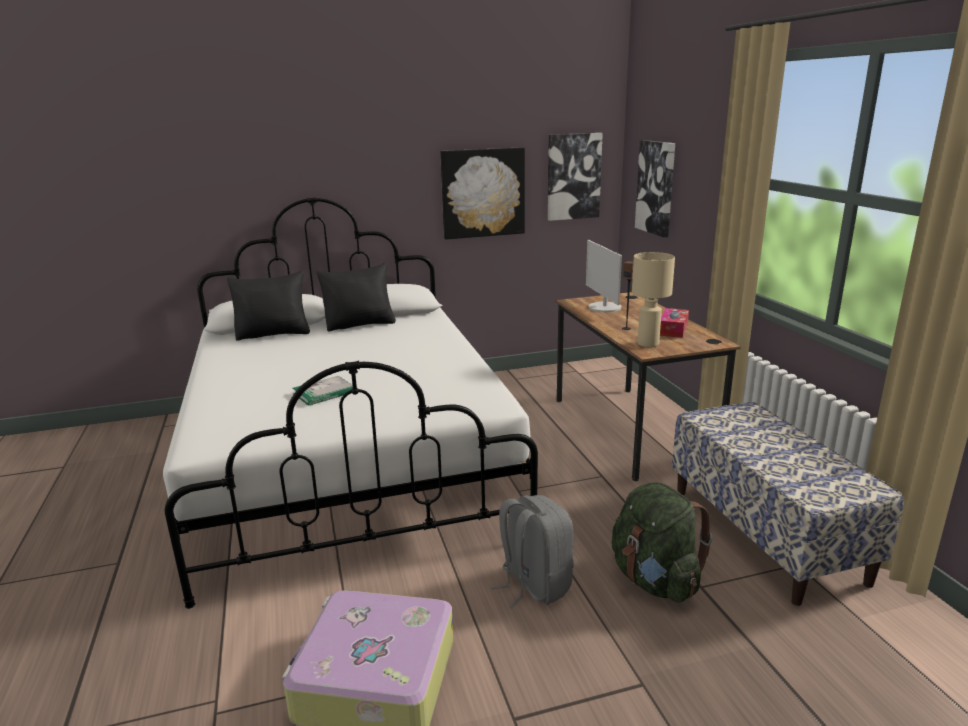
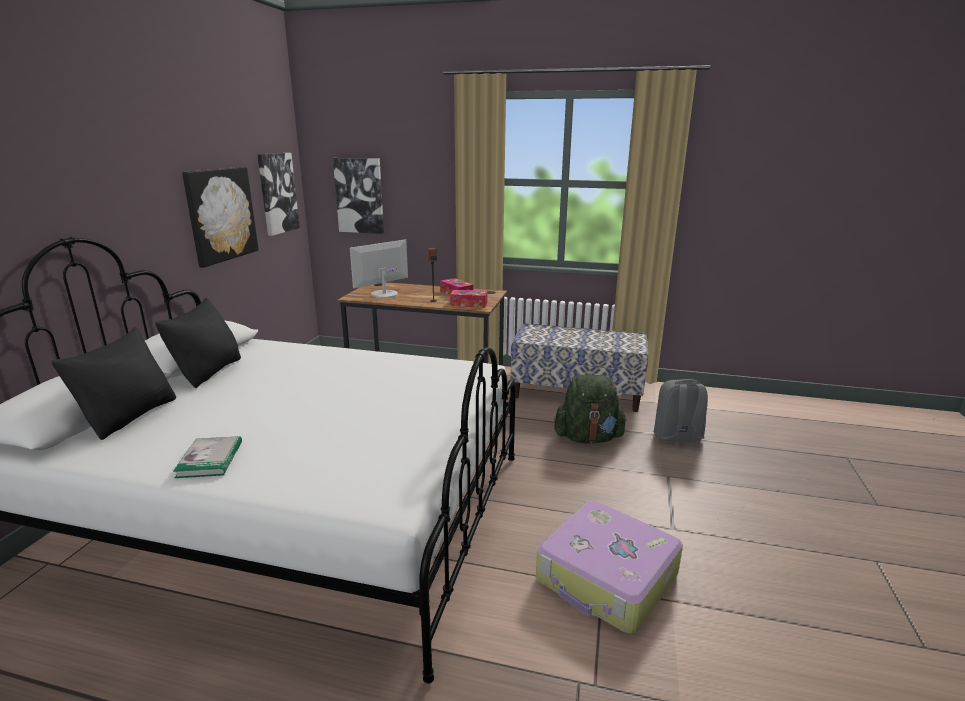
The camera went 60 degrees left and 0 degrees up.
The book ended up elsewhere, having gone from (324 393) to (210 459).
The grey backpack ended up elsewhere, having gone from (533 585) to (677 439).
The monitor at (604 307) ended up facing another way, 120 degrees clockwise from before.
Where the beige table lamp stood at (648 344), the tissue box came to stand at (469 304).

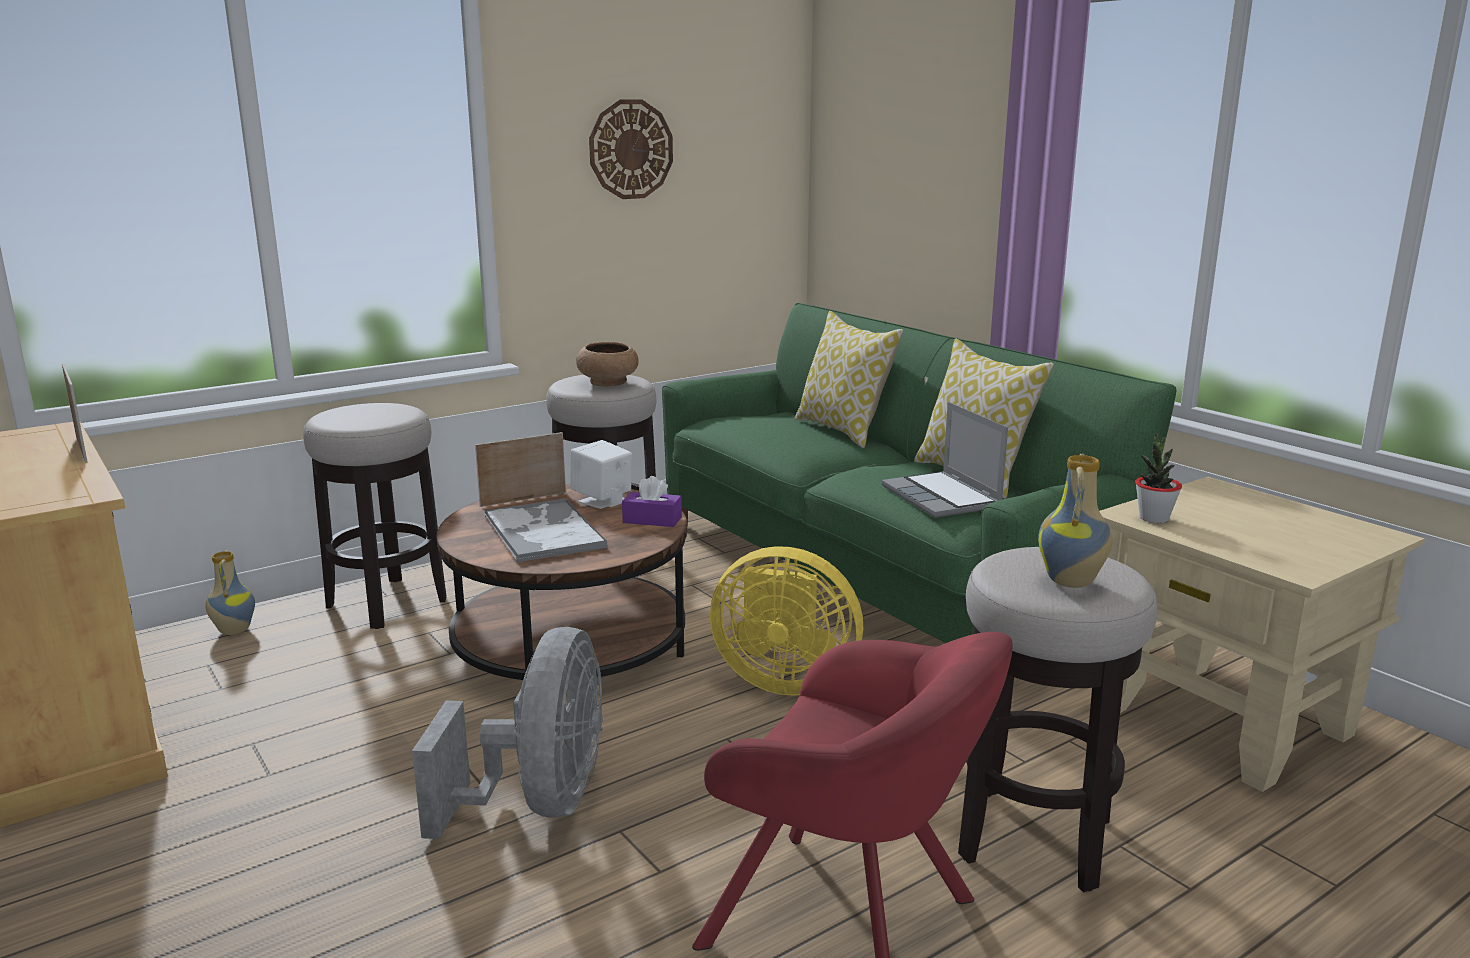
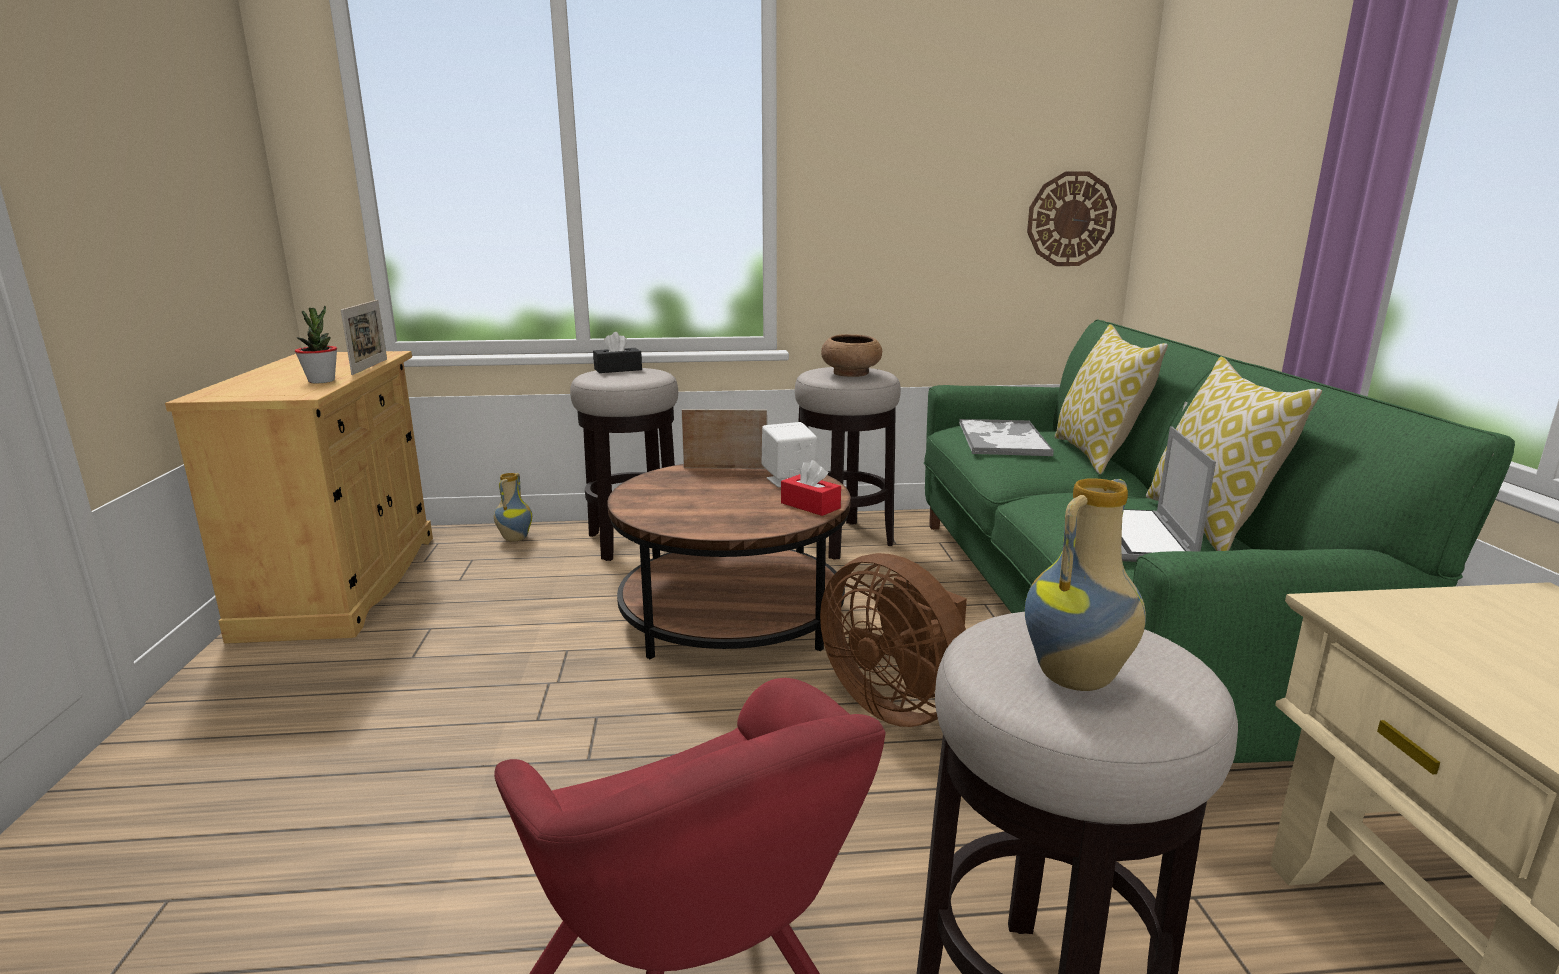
The camera went 30 degrees right and 0 degrees up.
The second view lost the grey fan at (540 802).
The tray ended up elsewhere, having gone from (543 531) to (1002 439).
The wall clock ended up elsewhere, having gone from (630 149) to (1071 219).
What was the purple tissue box at (652 520) turned into the red tissue box at (810 505).
What was the yellow fan at (784 680) turned into the brown fan at (897 703).
The potted plant ended up elsewhere, having gone from (1153 518) to (322 381).
The second view gained the black tissue box at (618 369).

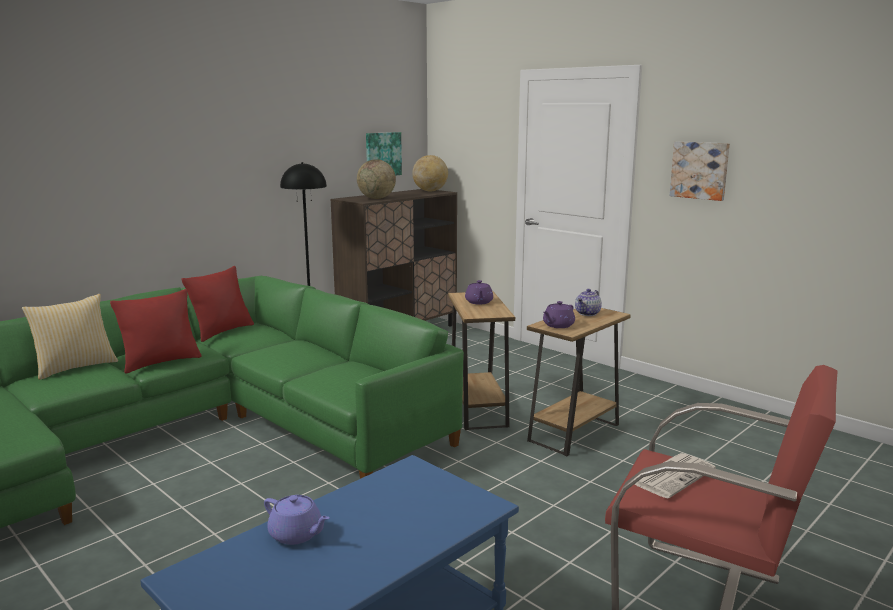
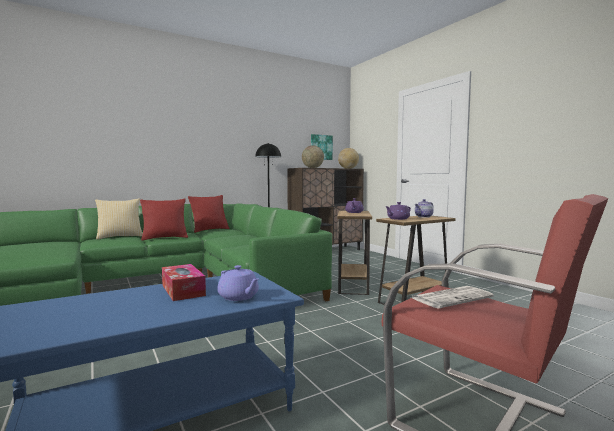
The camera went 15 degrees right and 10 degrees down.
The purple teapot ended up elsewhere, having gone from (297 534) to (239 297).
The second view lost the picture at (700 170).
The second view gained the tissue box at (183 290).

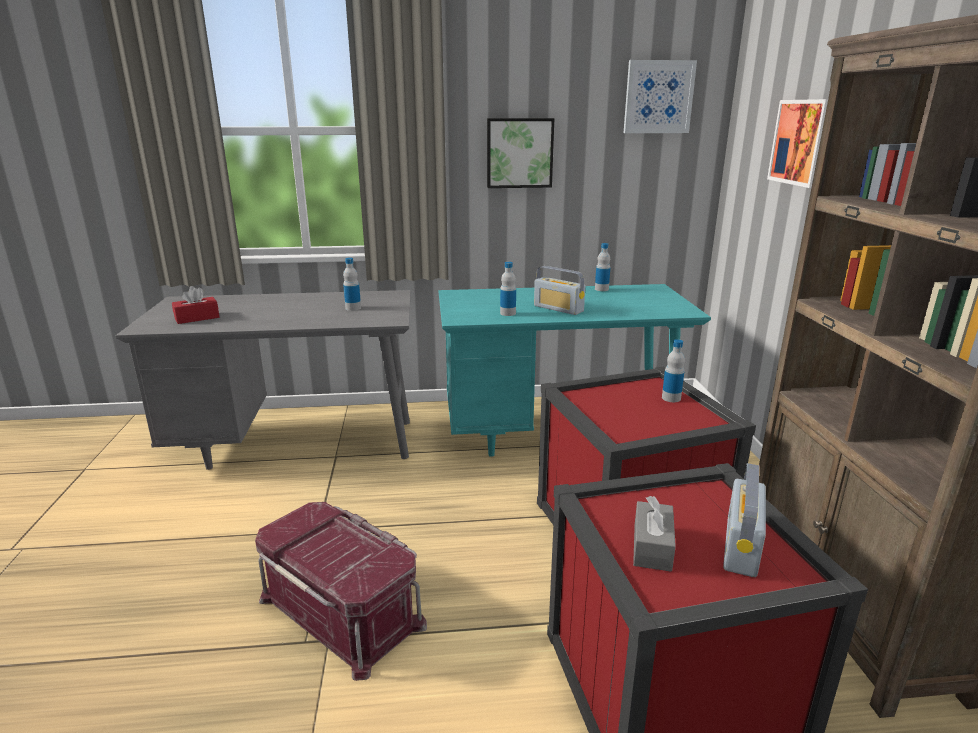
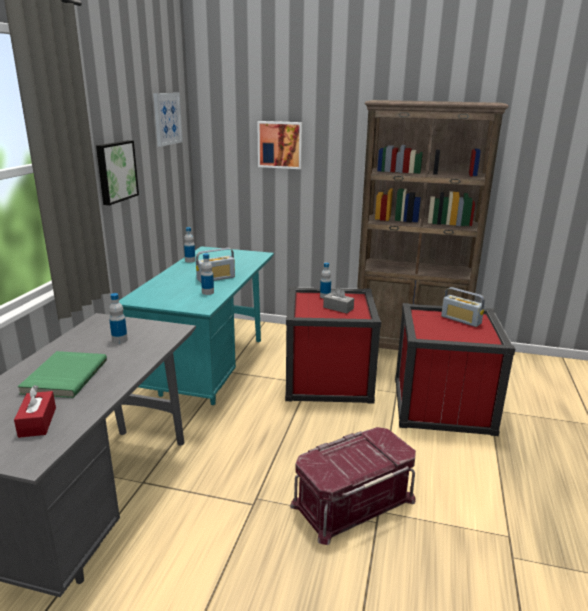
The camera went 70 degrees left and 0 degrees up.
The grey tissue box ended up elsewhere, having gone from (652 547) to (338 308).
The second view gained the green book at (64 376).

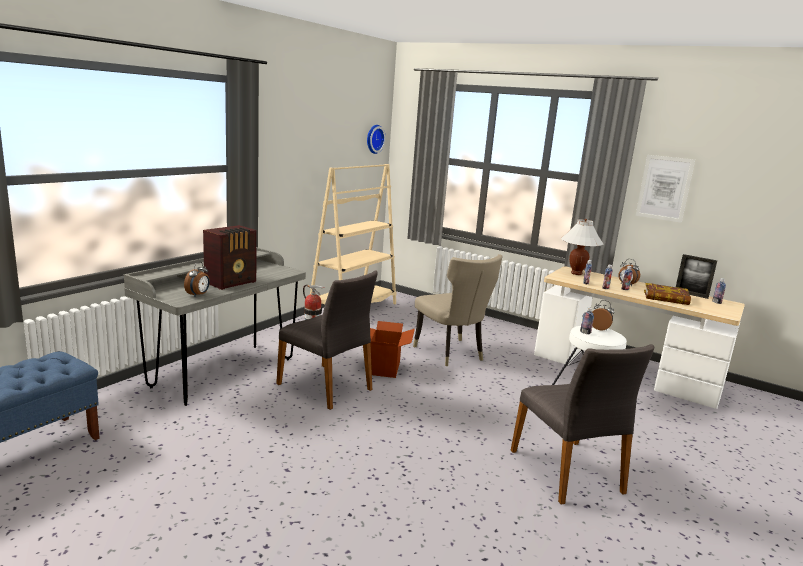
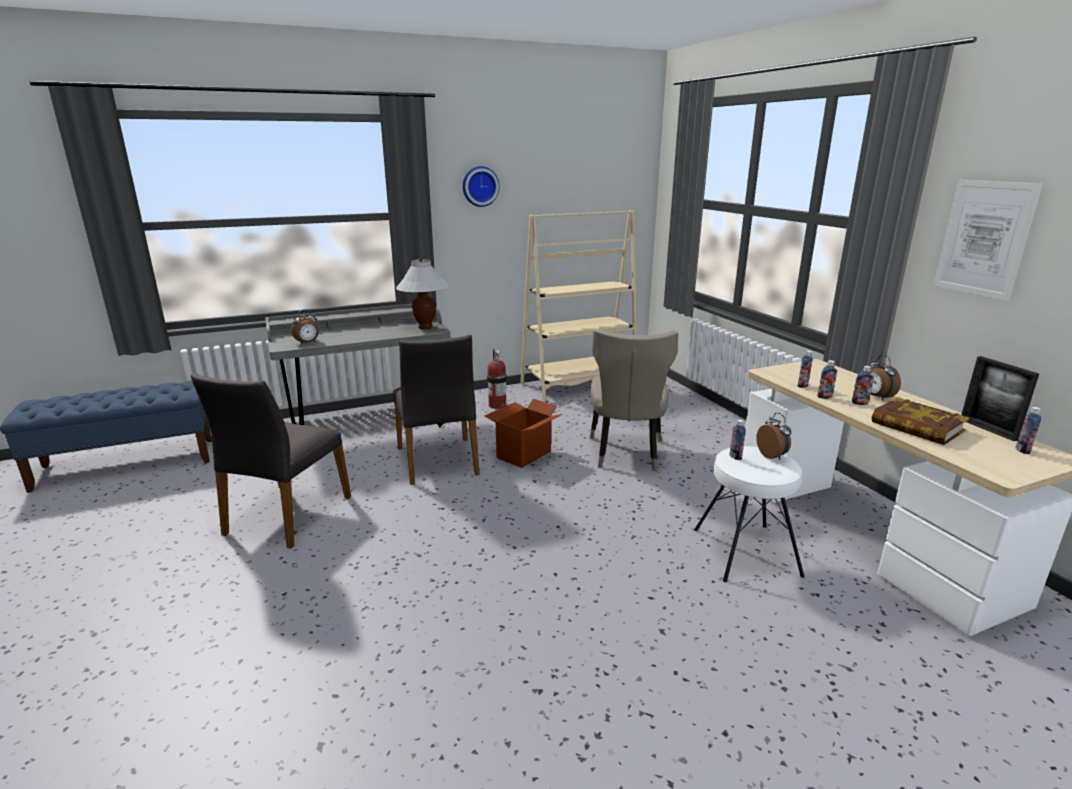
The camera went 35 degrees right and 5 degrees up.
The second view lost the radio at (232 282).
The wall clock ended up elsewhere, having gone from (374 139) to (480 186).
The grey chair ended up elsewhere, having gone from (568 471) to (286 515).
The white table lamp ended up elsewhere, having gone from (576 273) to (425 327).

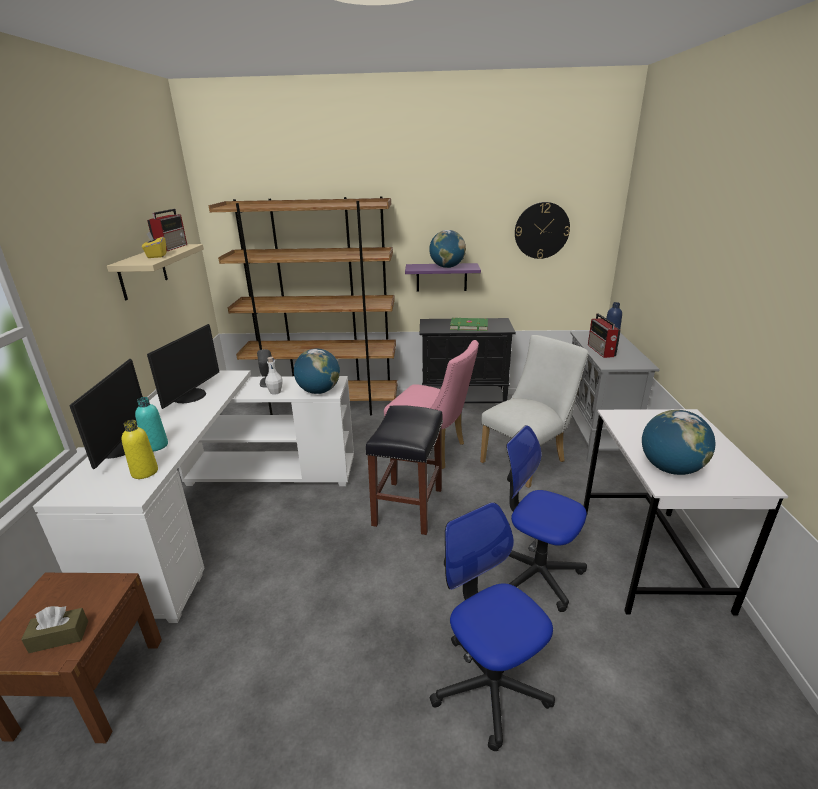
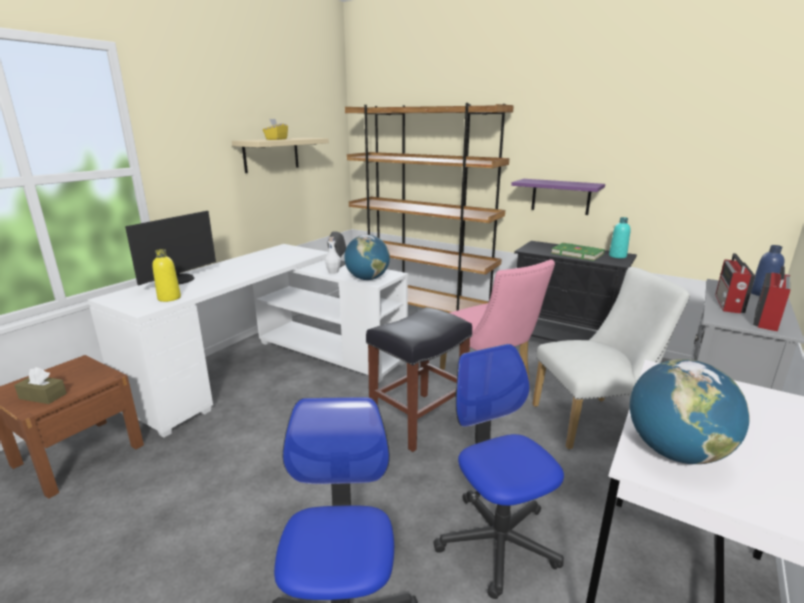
The camera went 30 degrees right and 5 degrees down.
The turquoise bottle ended up elsewhere, having gone from (156 446) to (617 256).
The radio ended up elsewhere, having gone from (172 247) to (767 319).
The second view lost the monitor at (191 396).
The second view lost the globe at (447 267).
The second view lost the wall clock at (541 230).

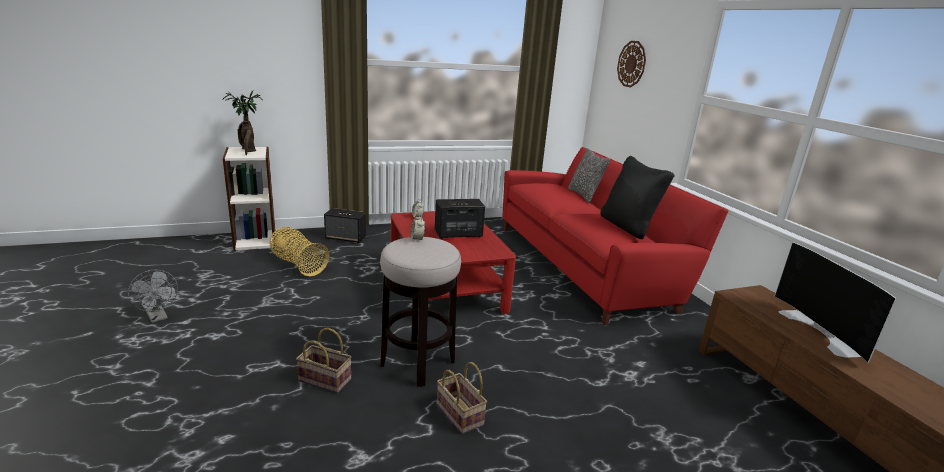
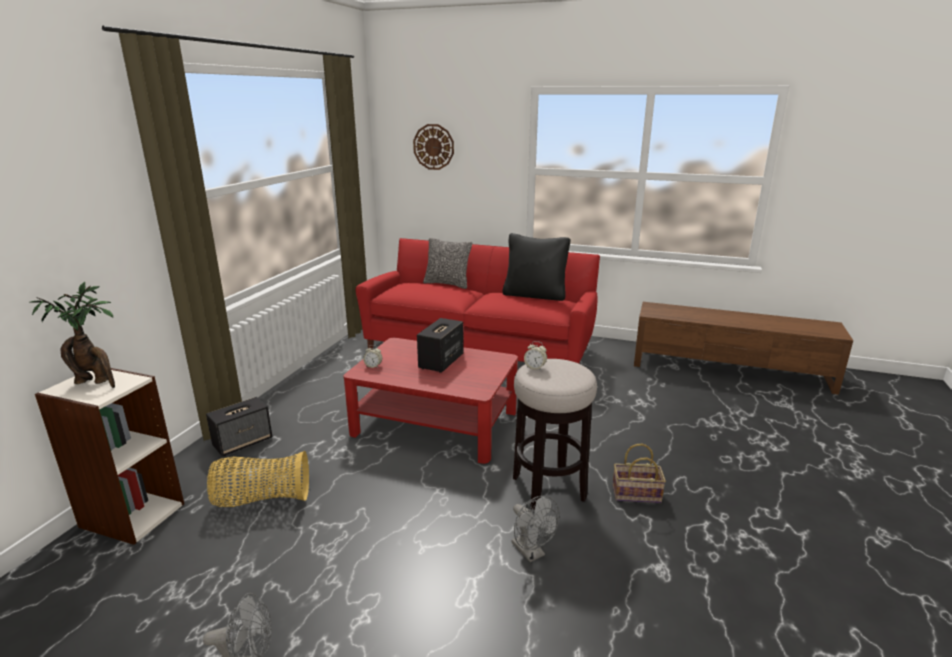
The camera went 50 degrees left and 0 degrees up.
Where the basket stood at (326 380), the grey fan came to stand at (531 553).
The second view lost the television at (822 332).

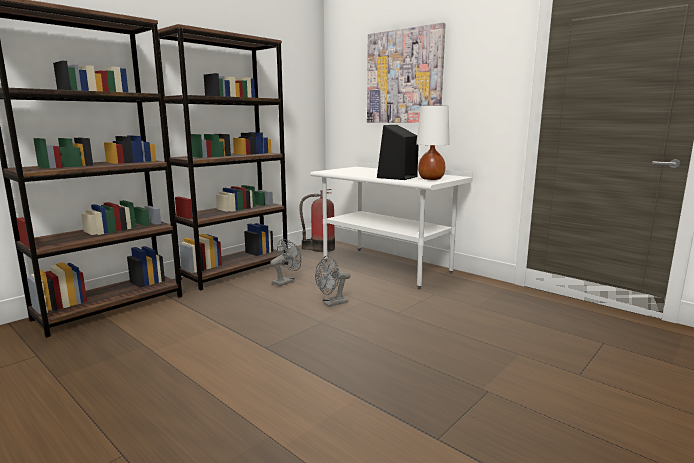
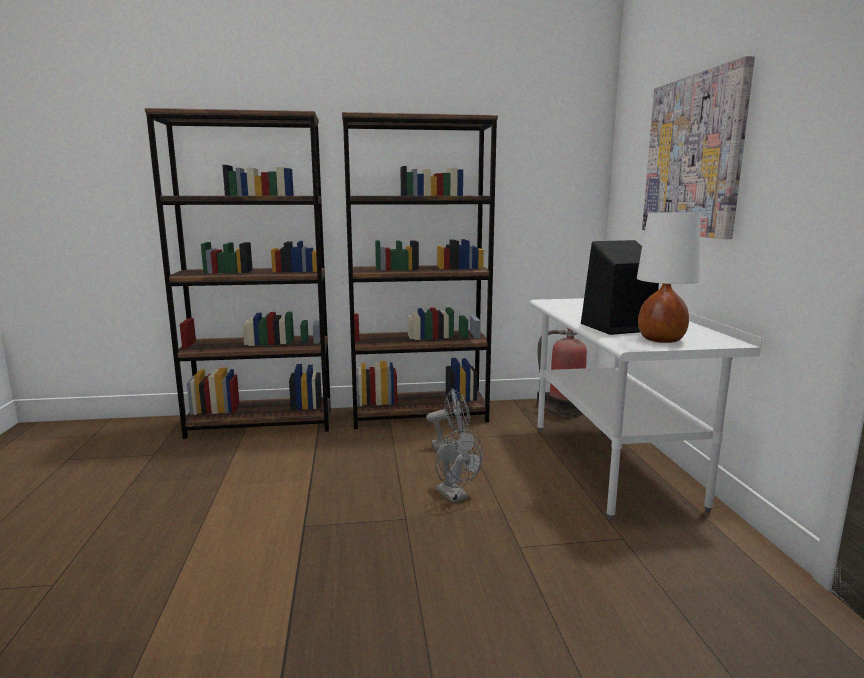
The camera went 40 degrees right and 0 degrees up.
The grey fan at (331 303) ended up facing another way, 135 degrees counterclockwise from before.

